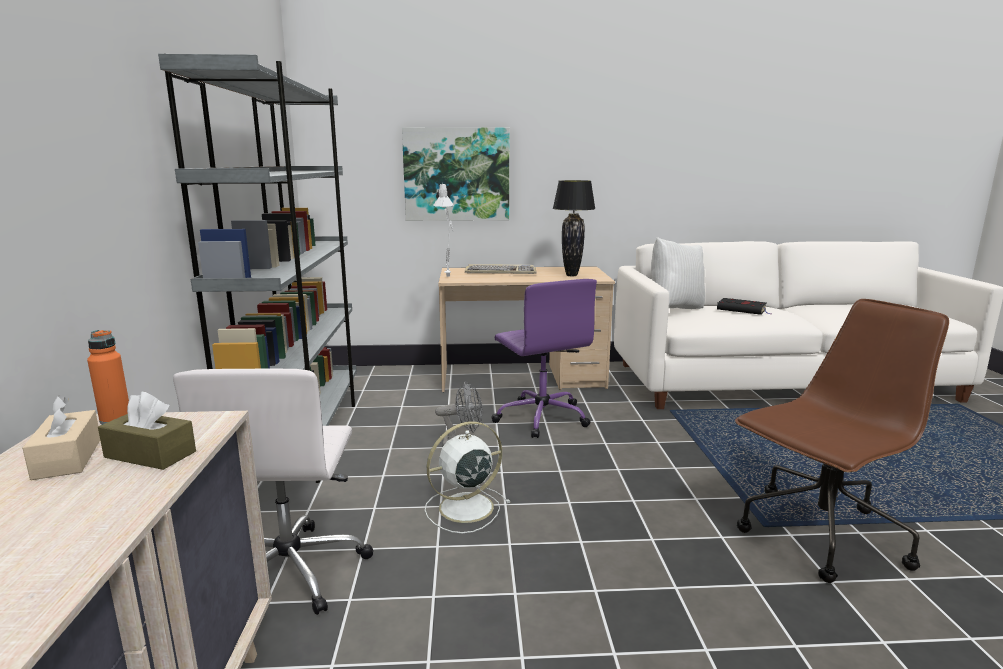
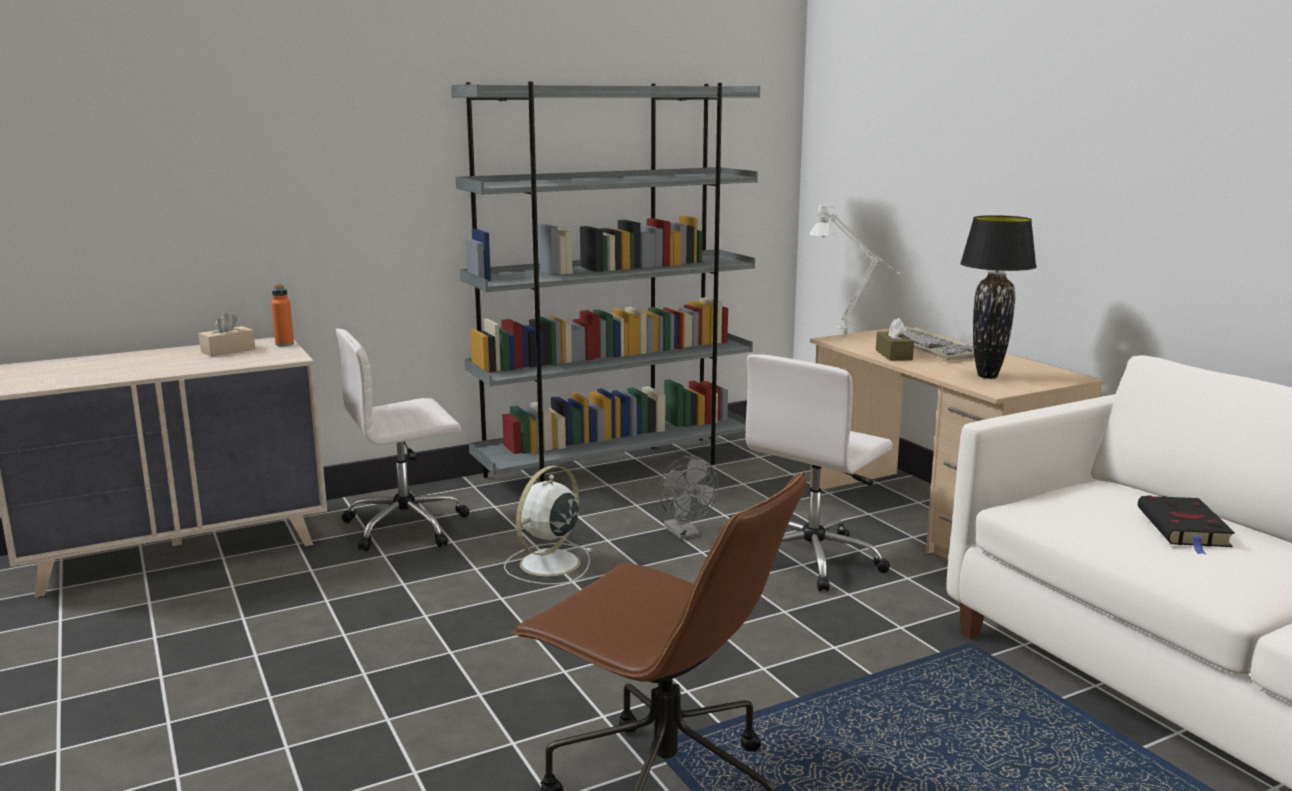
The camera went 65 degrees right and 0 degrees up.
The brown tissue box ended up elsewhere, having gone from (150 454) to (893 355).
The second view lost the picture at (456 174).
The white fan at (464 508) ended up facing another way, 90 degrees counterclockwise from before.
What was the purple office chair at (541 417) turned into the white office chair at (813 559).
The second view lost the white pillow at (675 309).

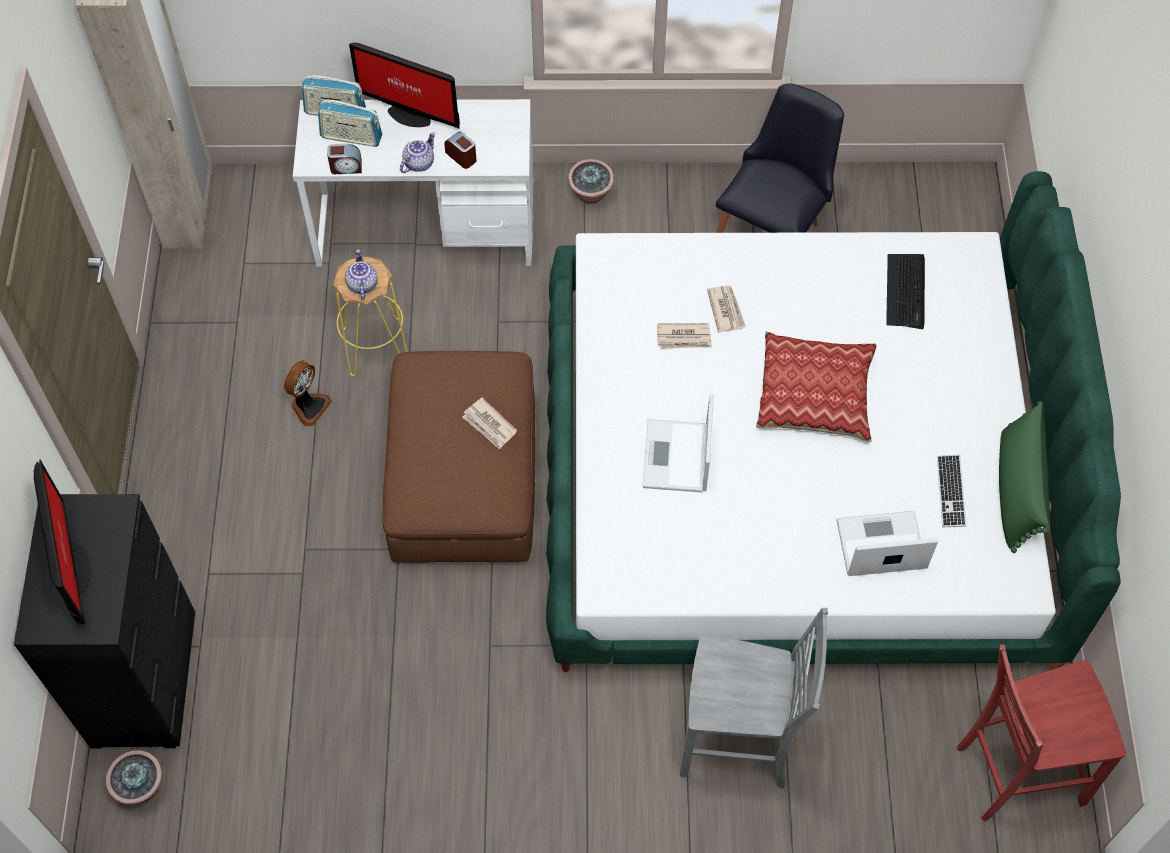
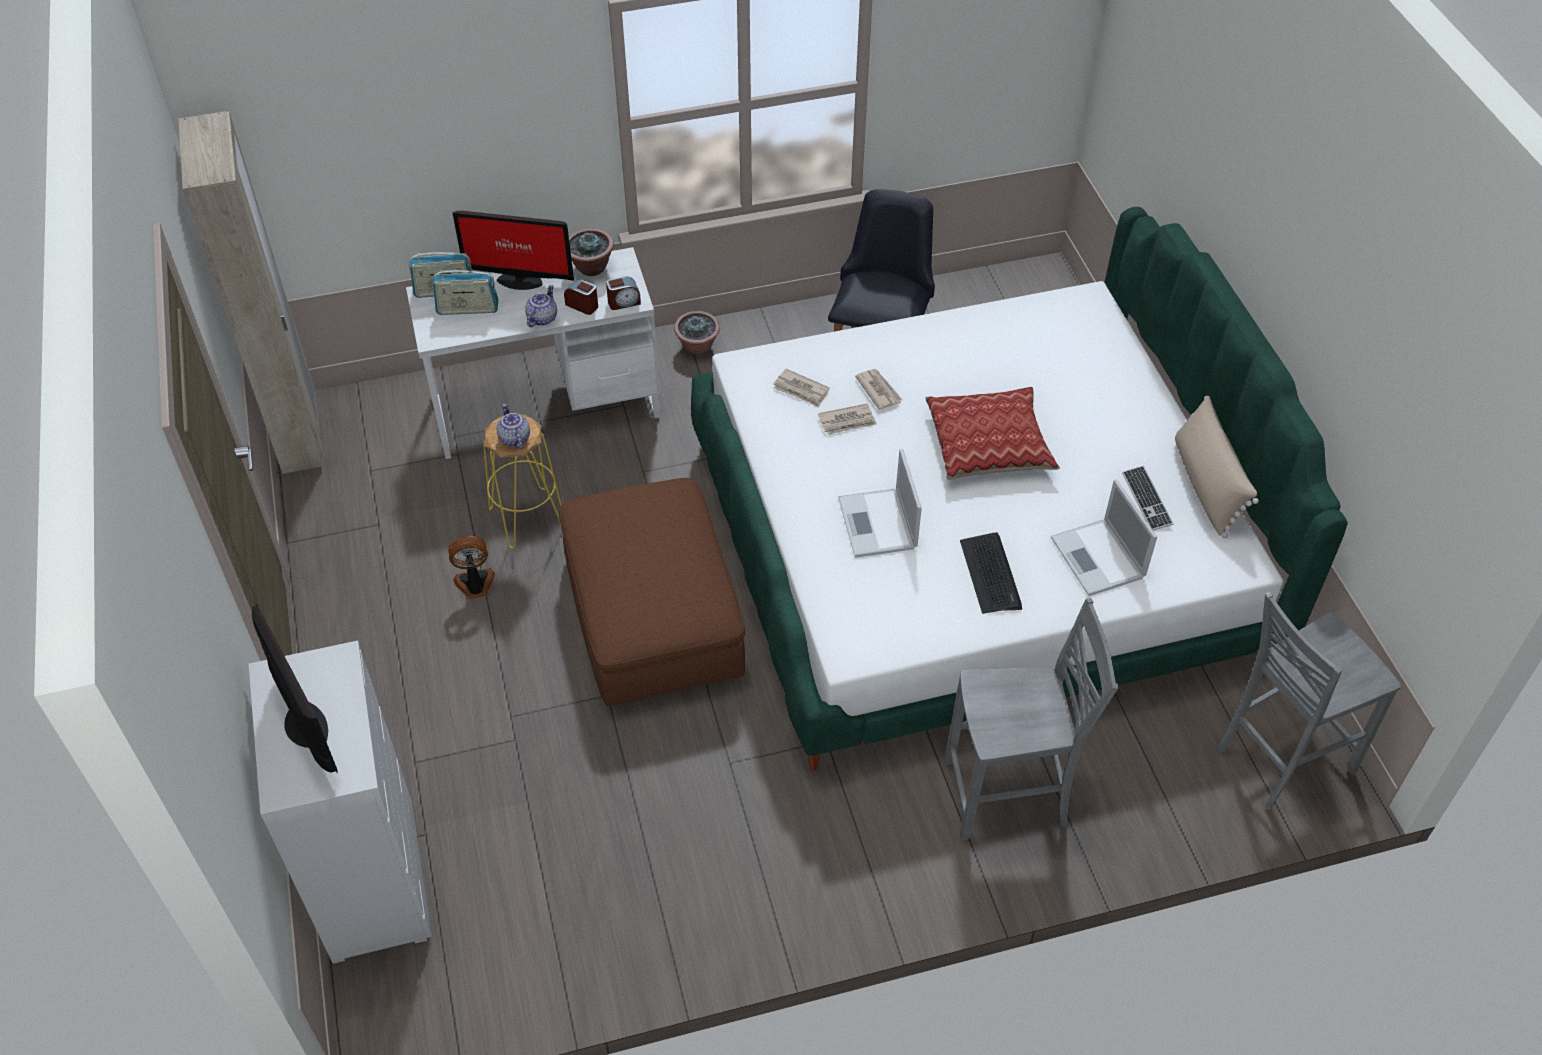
The camera went 15 degrees left and 10 degrees down.
What was the black dresser at (144 678) turned into the white dresser at (373 879).
The potted plant ended up elsewhere, having gone from (141 787) to (591 267).
The fan at (308 406) ended up facing another way, 120 degrees counterclockwise from before.
The alarm clock ended up elsewhere, having gone from (346 167) to (624 302).
The newspaper ended up elsewhere, having gone from (489 425) to (801 390).
The laptop at (879 545) ended up facing another way, 90 degrees counterclockwise from before.
The keyboard ended up elsewhere, having gone from (906 291) to (991 574).
What was the red chair at (1016 772) turned into the grey chair at (1280 758).
What was the green pillow at (1017 489) turned into the beige pillow at (1206 485).

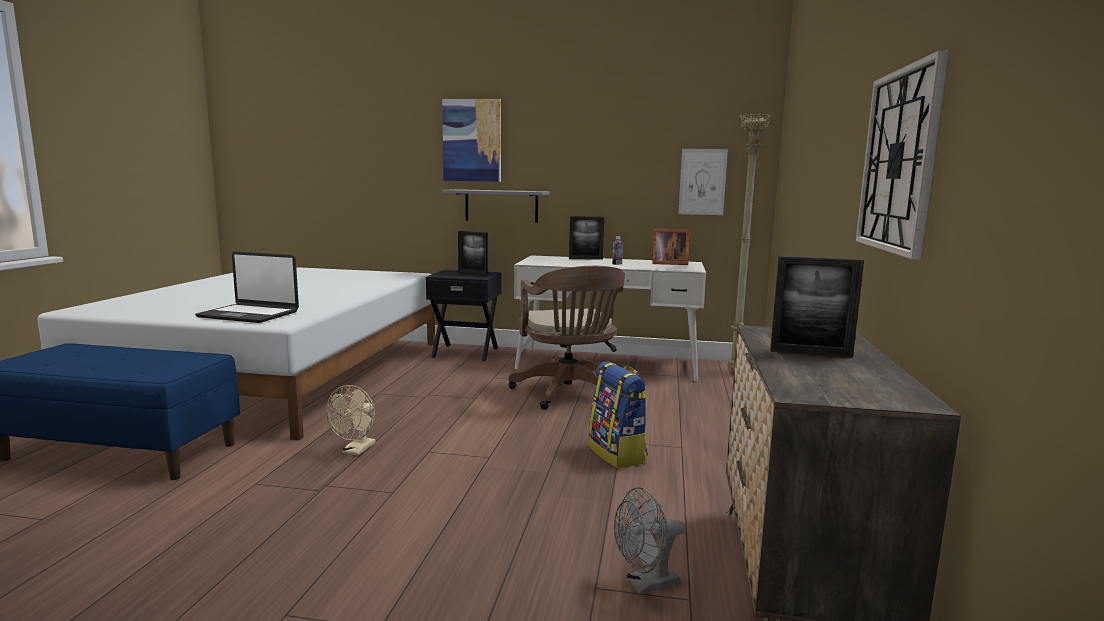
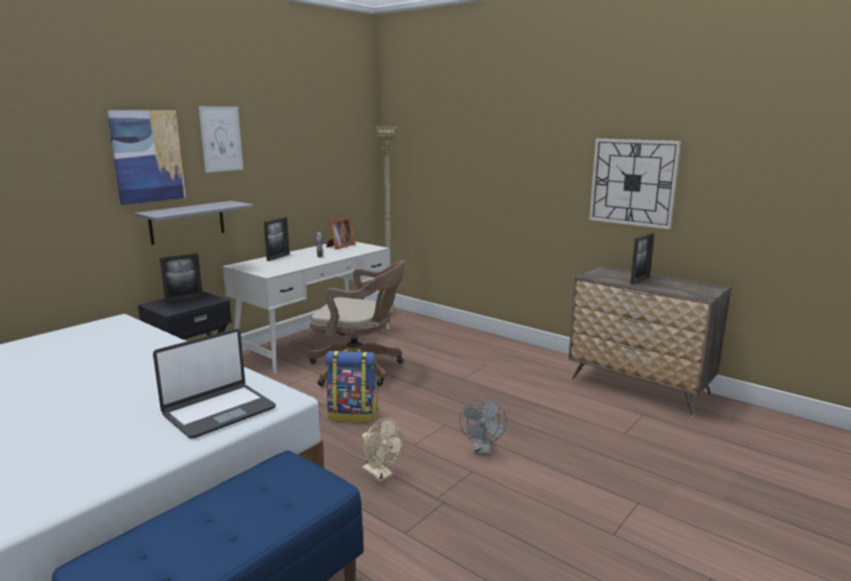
The camera went 60 degrees left and 5 degrees up.
The backpack ended up elsewhere, having gone from (618 454) to (353 414).
The grey fan ended up elsewhere, having gone from (645 584) to (482 450).
The picture ended up elsewhere, having gone from (702 182) to (221 139).

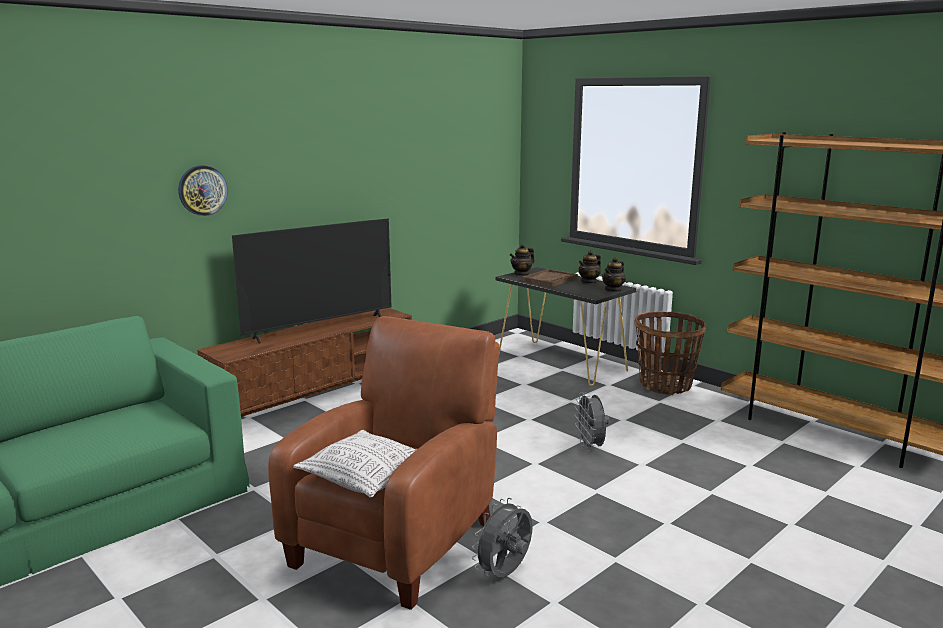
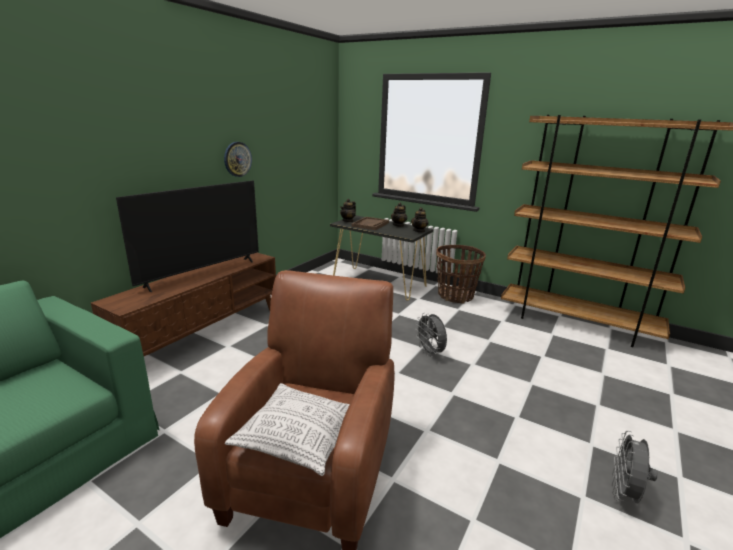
The camera went 15 degrees left and 5 degrees up.
The wall clock ended up elsewhere, having gone from (202 190) to (237 159).
The grey fan ended up elsewhere, having gone from (505 574) to (624 494).

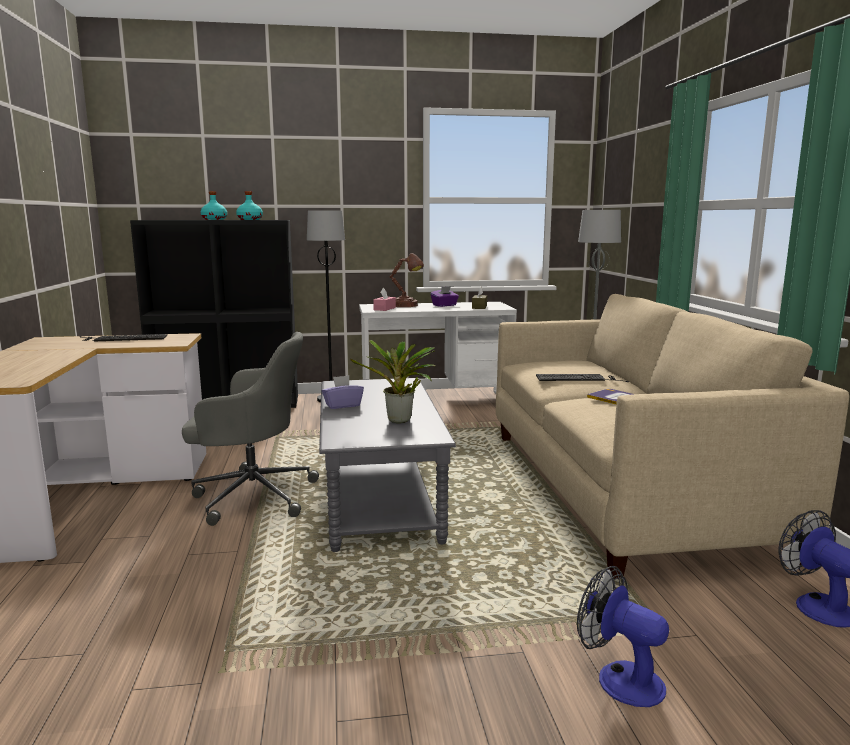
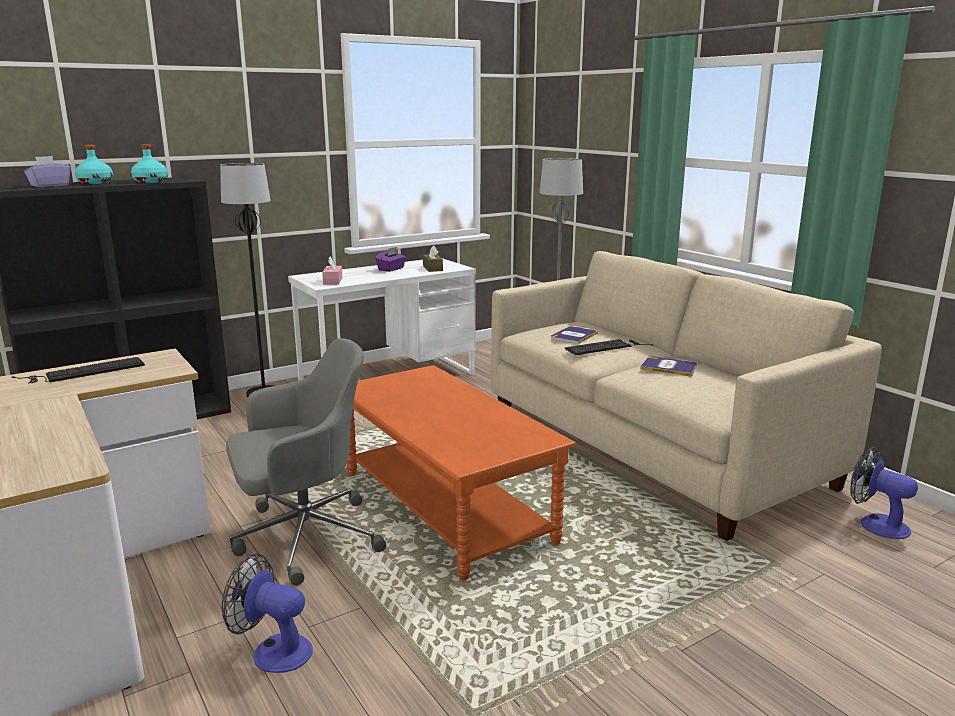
The camera went 25 degrees left and 5 degrees up.
What was the grey coffee table at (379 496) turned into the orange coffee table at (445 506).
The purple tissue box ended up elsewhere, having gone from (342 405) to (50 185).
The second view lost the potted plant at (400 421).
The second view lost the brown table lamp at (406 305).
The fan ended up elsewhere, having gone from (619 678) to (273 651).
The second view gained the book at (574 336).

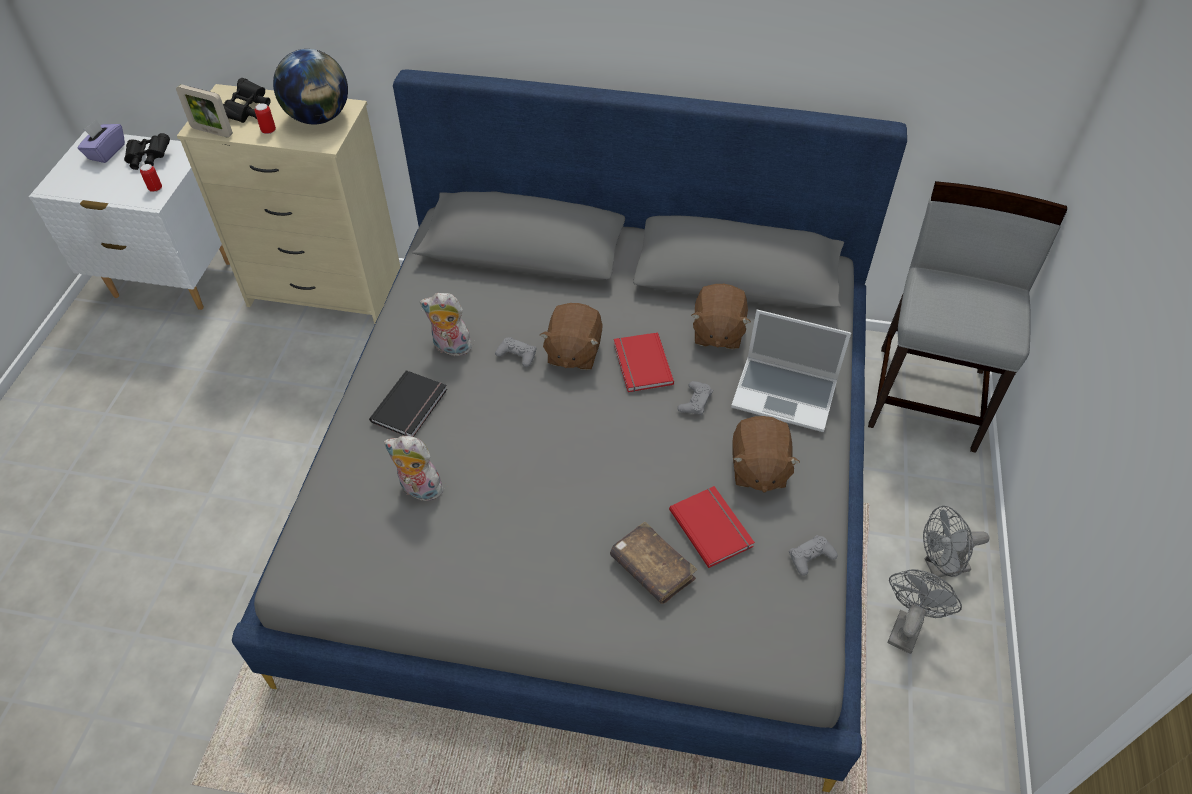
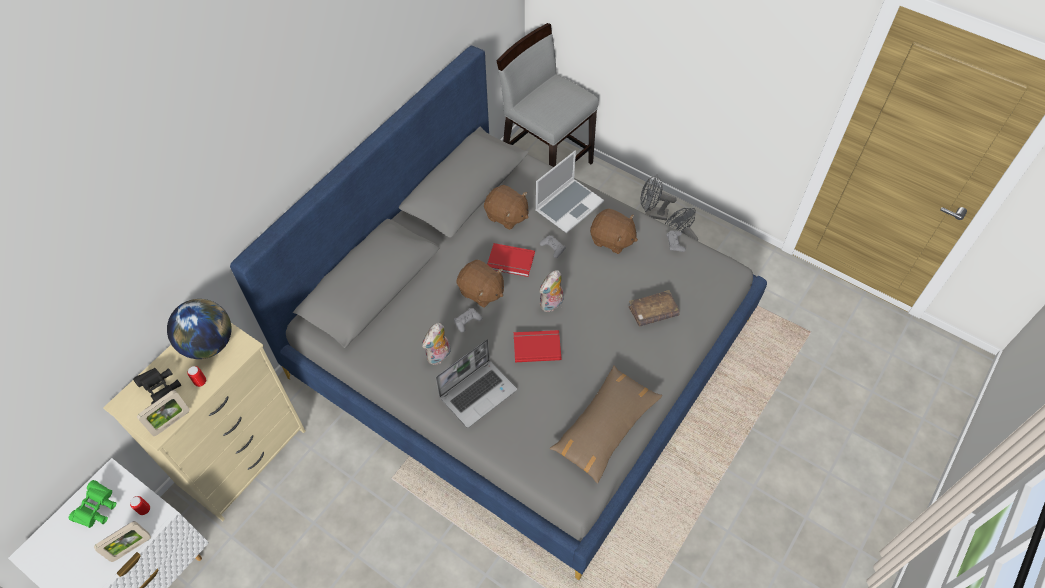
The camera went 65 degrees left and 5 degrees up.
The second view lost the purple tissue box at (106 152).
What was the black binoculars at (148 159) turned into the green binoculars at (98 509).
Where the black book stood at (411 406), the laptop came to stand at (478 393).
The plush toy ended up elsewhere, having gone from (418 490) to (552 304).
The red book ended up elsewhere, having gone from (712 527) to (536 346).
The grey fan at (940 567) ended up facing another way, 90 degrees clockwise from before.
The second view gained the picture frame at (131 548).
The second view gained the brown pillow at (605 427).

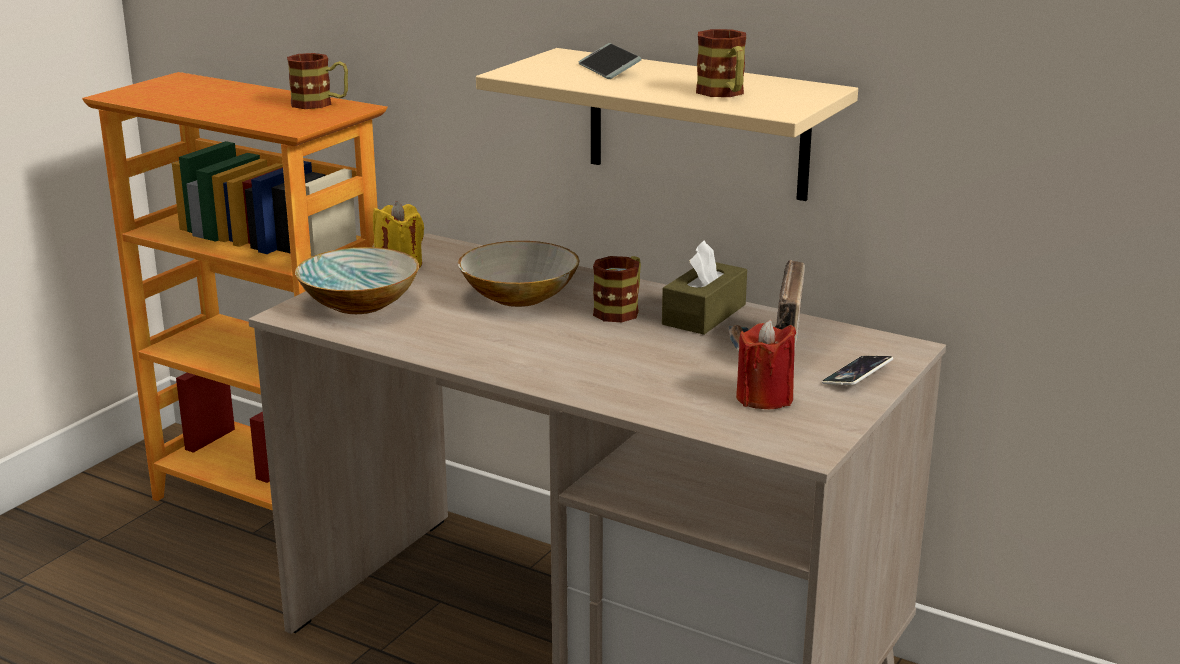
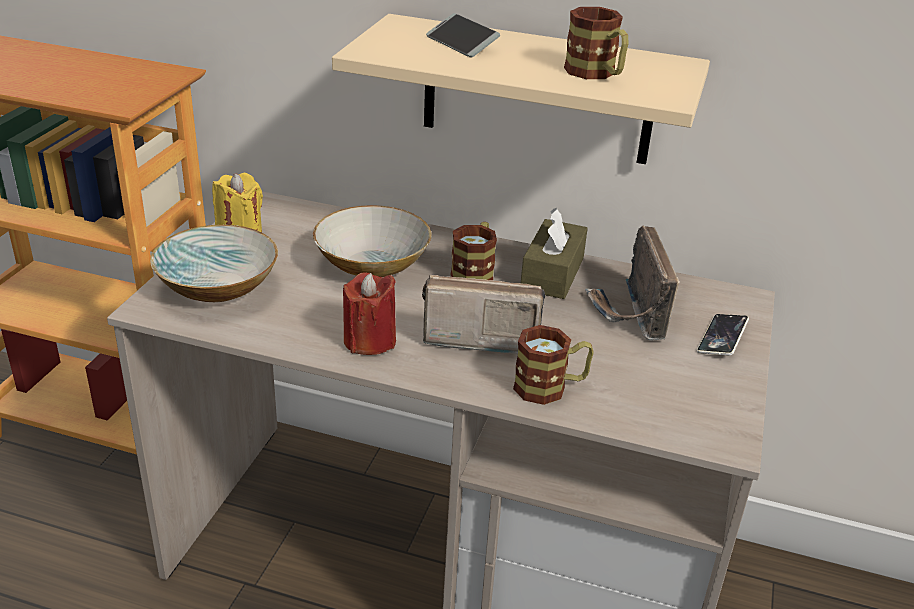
The camera went 15 degrees left and 10 degrees up.
The mug ended up elsewhere, having gone from (320 104) to (550 387).
The red candle ended up elsewhere, having gone from (764 398) to (369 340).
The second view gained the radio at (478 336).

